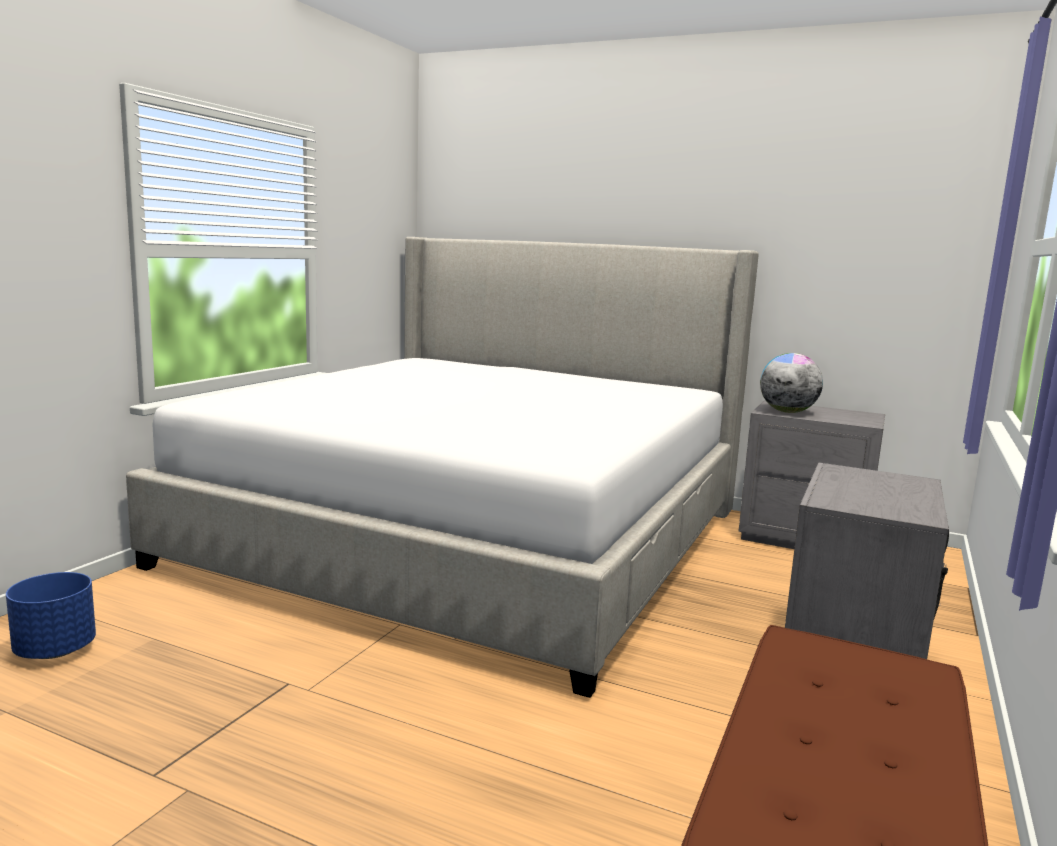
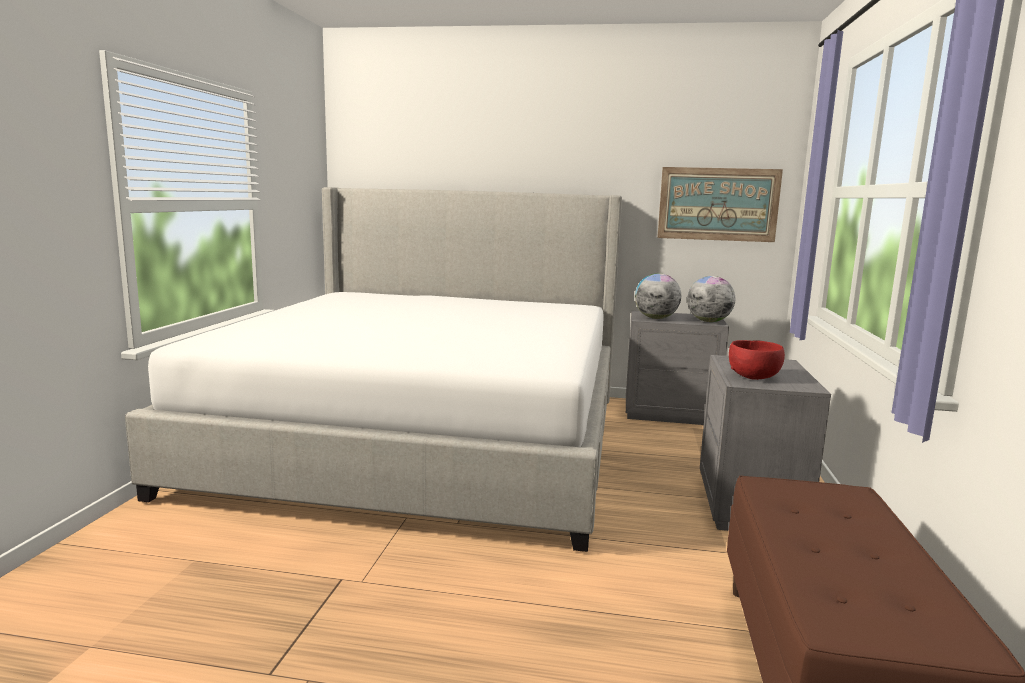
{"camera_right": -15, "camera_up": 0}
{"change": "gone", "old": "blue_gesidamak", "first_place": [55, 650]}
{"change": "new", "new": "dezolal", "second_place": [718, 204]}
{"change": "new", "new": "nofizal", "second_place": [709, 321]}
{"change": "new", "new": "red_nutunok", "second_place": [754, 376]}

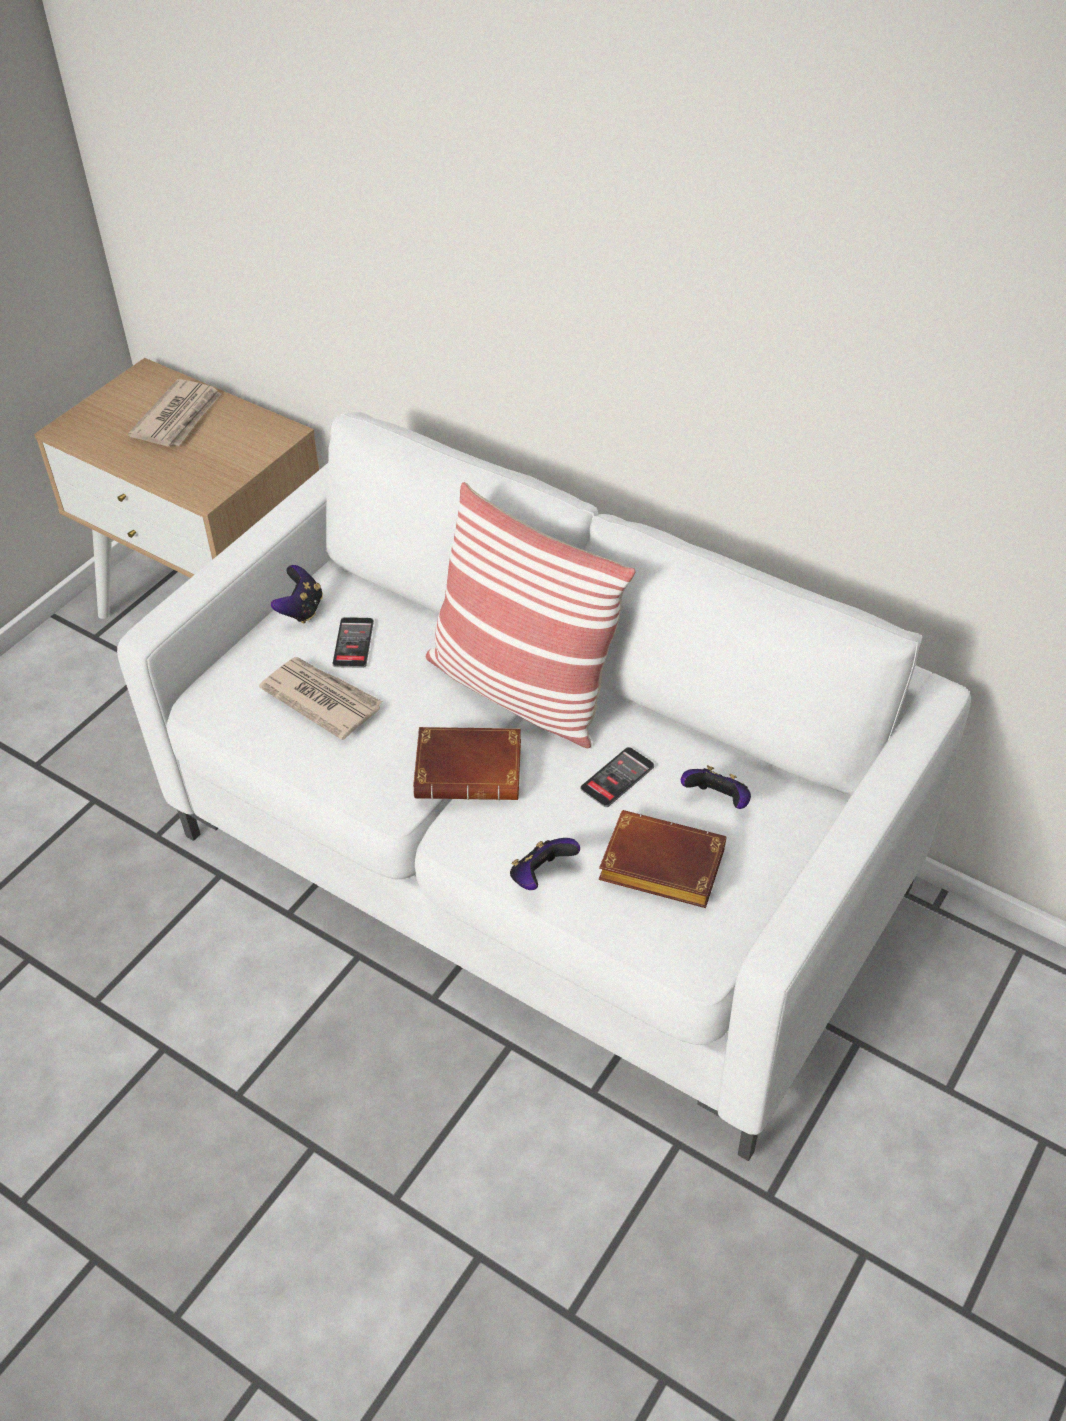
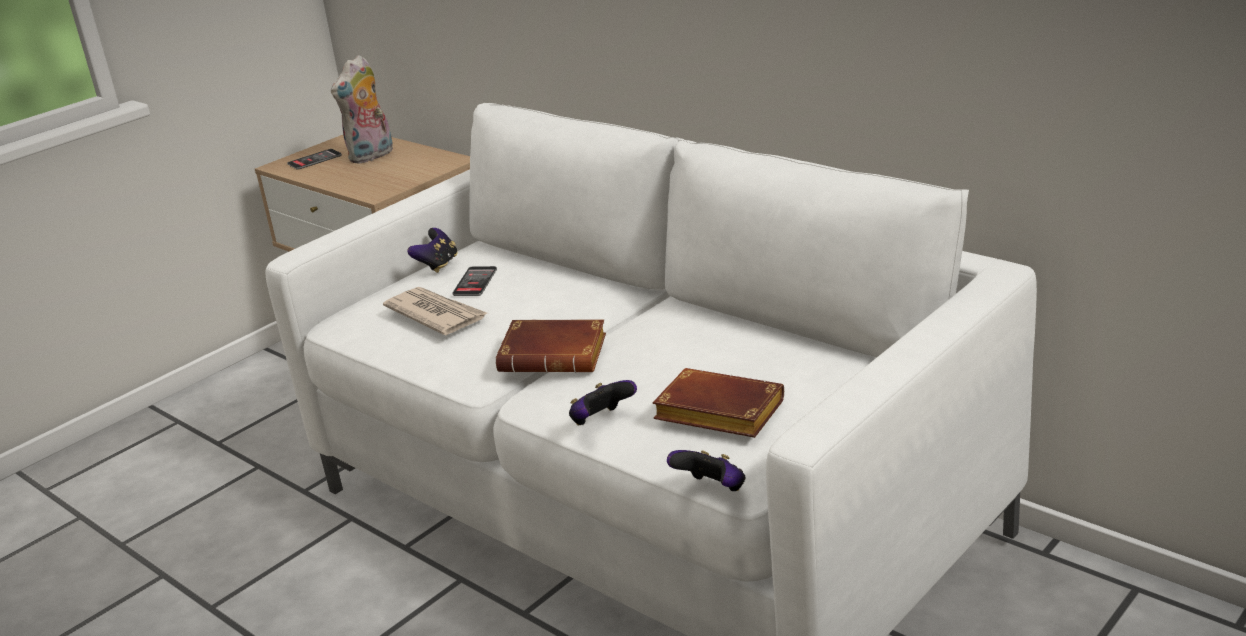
{"camera_right": 10, "camera_up": -20}
{"change": "swapped", "old": "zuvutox", "new": "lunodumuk", "first_place": [179, 417], "second_place": [372, 156]}
{"change": "gone", "old": "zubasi", "first_place": [520, 689]}
{"change": "shifted", "old": "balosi", "first_place": [617, 778], "second_place": [314, 160]}
{"change": "shifted", "old": "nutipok", "first_place": [717, 801], "second_place": [712, 490]}

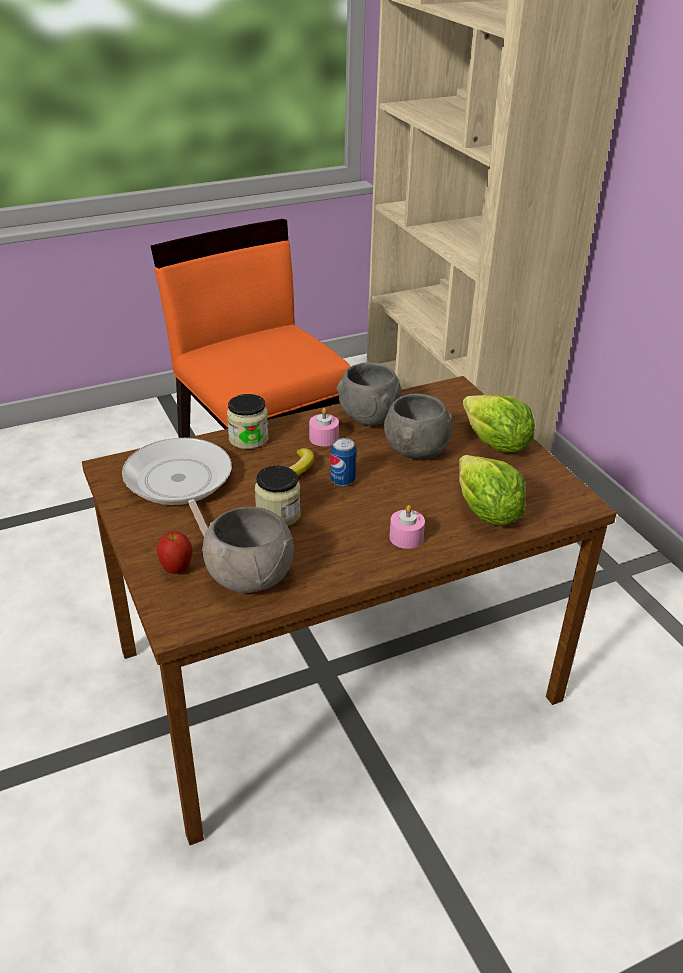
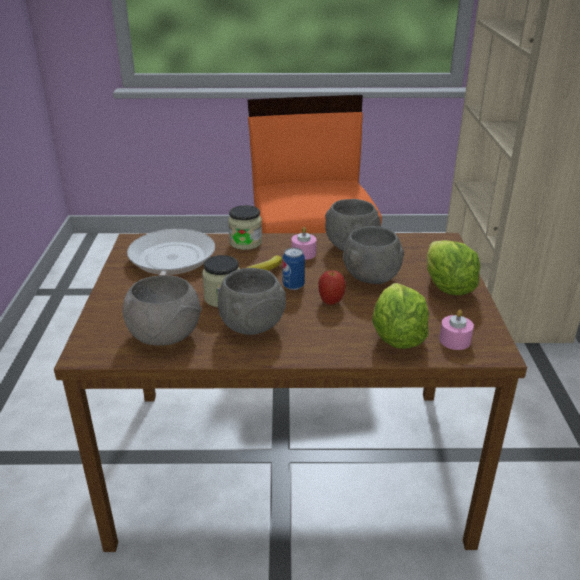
{"camera_right": 25, "camera_up": -5}
{"change": "shifted", "old": "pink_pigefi", "first_place": [406, 537], "second_place": [454, 340]}
{"change": "shifted", "old": "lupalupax", "first_place": [176, 569], "second_place": [331, 302]}
{"change": "new", "new": "grey_nutunok", "second_place": [251, 326]}

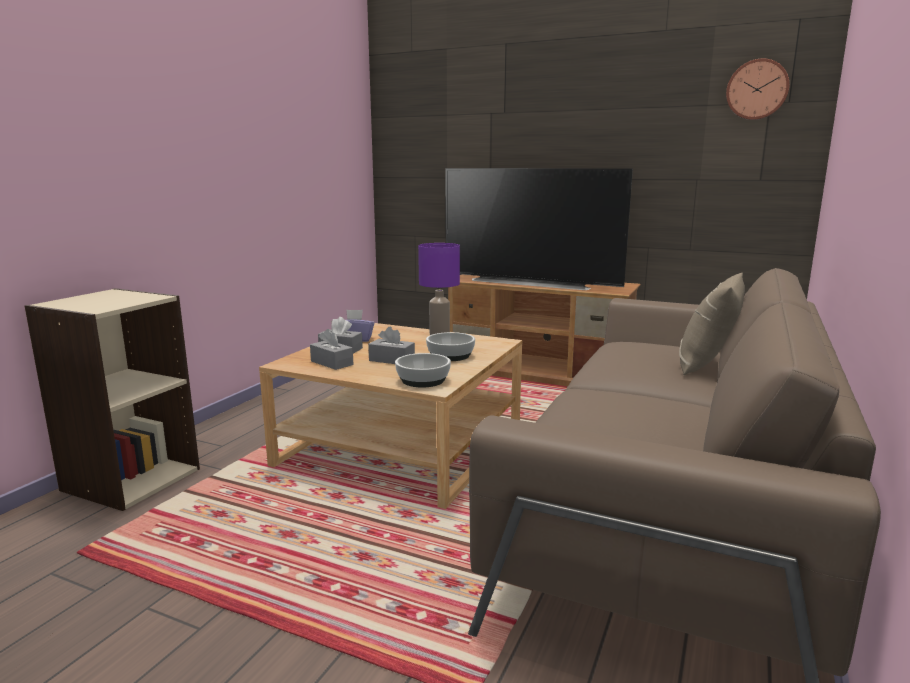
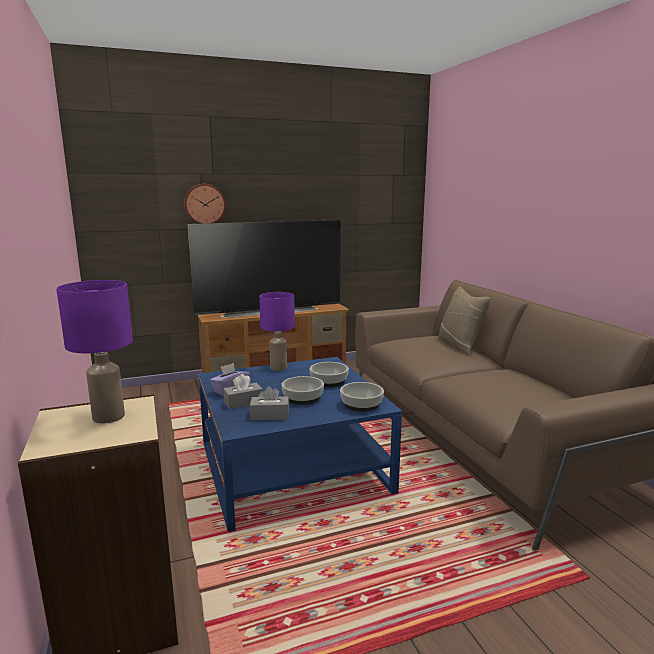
{"camera_right": -45, "camera_up": 0}
{"change": "shifted", "old": "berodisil", "first_place": [757, 90], "second_place": [204, 204]}
{"change": "repainted", "old": "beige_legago", "new": "blue_legago", "first_place": [402, 446], "second_place": [292, 467]}
{"change": "swapped", "old": "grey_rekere", "new": "nutunok", "first_place": [392, 360], "second_place": [303, 398]}
{"change": "new", "new": "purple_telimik", "second_place": [109, 416]}

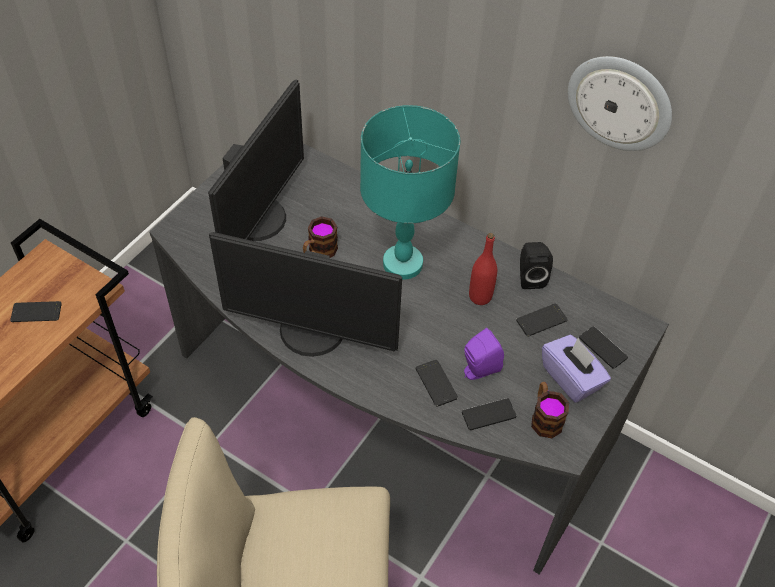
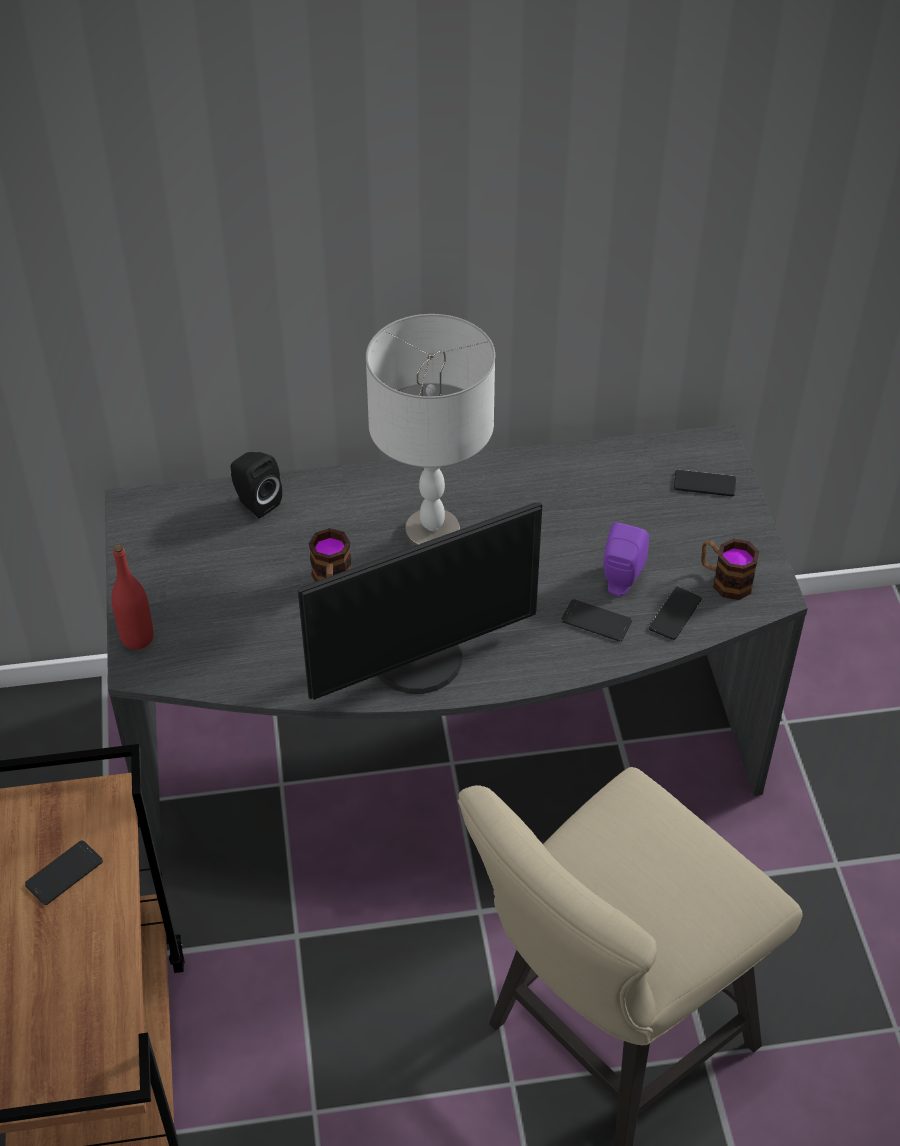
{"camera_right": -40, "camera_up": -5}
{"change": "gone", "old": "berodisil", "first_place": [620, 102]}
{"change": "gone", "old": "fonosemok", "first_place": [259, 219]}
{"change": "repainted", "old": "turquoise_telimik", "new": "grey_telimik", "first_place": [402, 264], "second_place": [432, 535]}
{"change": "shifted", "old": "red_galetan", "first_place": [480, 296], "second_place": [137, 638]}
{"change": "shifted", "old": "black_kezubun", "first_place": [530, 277], "second_place": [255, 502]}
{"change": "gone", "old": "balosi", "first_place": [541, 320]}
{"change": "gone", "old": "purple_rekere", "first_place": [571, 378]}

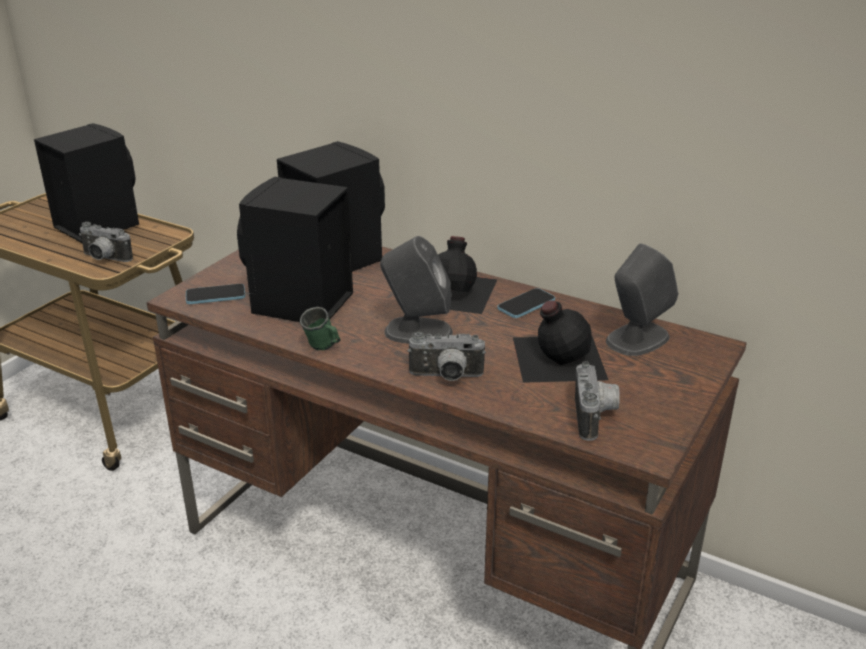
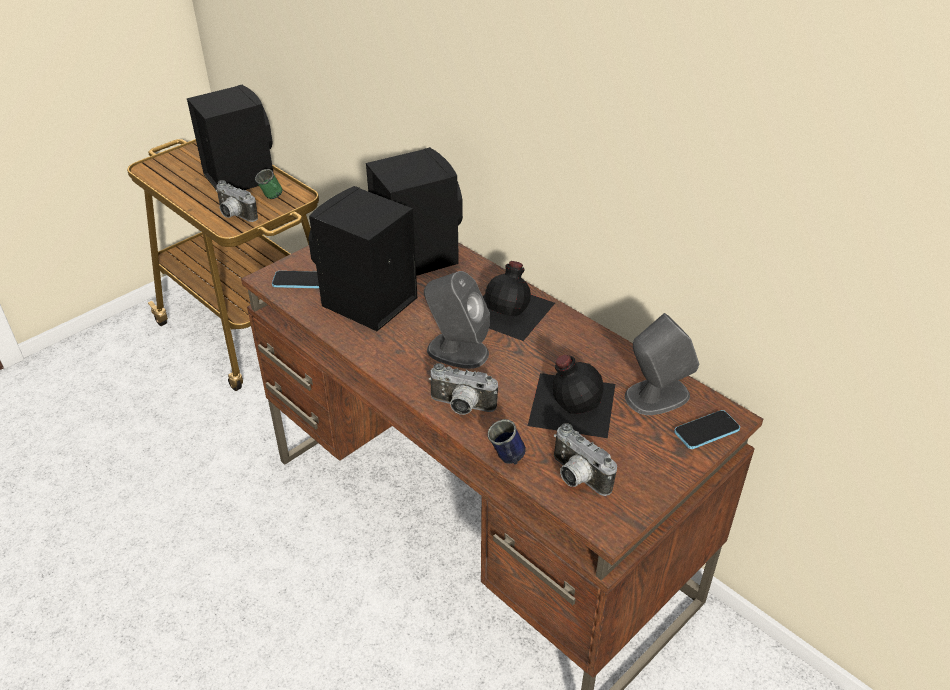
{"camera_right": 15, "camera_up": 10}
{"change": "shifted", "old": "balosi", "first_place": [526, 305], "second_place": [706, 431]}
{"change": "shifted", "old": "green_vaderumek", "first_place": [323, 348], "second_place": [272, 197]}
{"change": "rotated", "old": "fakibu", "first_place": [595, 417], "second_place": [576, 477], "degrees": 120}
{"change": "new", "new": "blue_vaderumek", "second_place": [507, 460]}

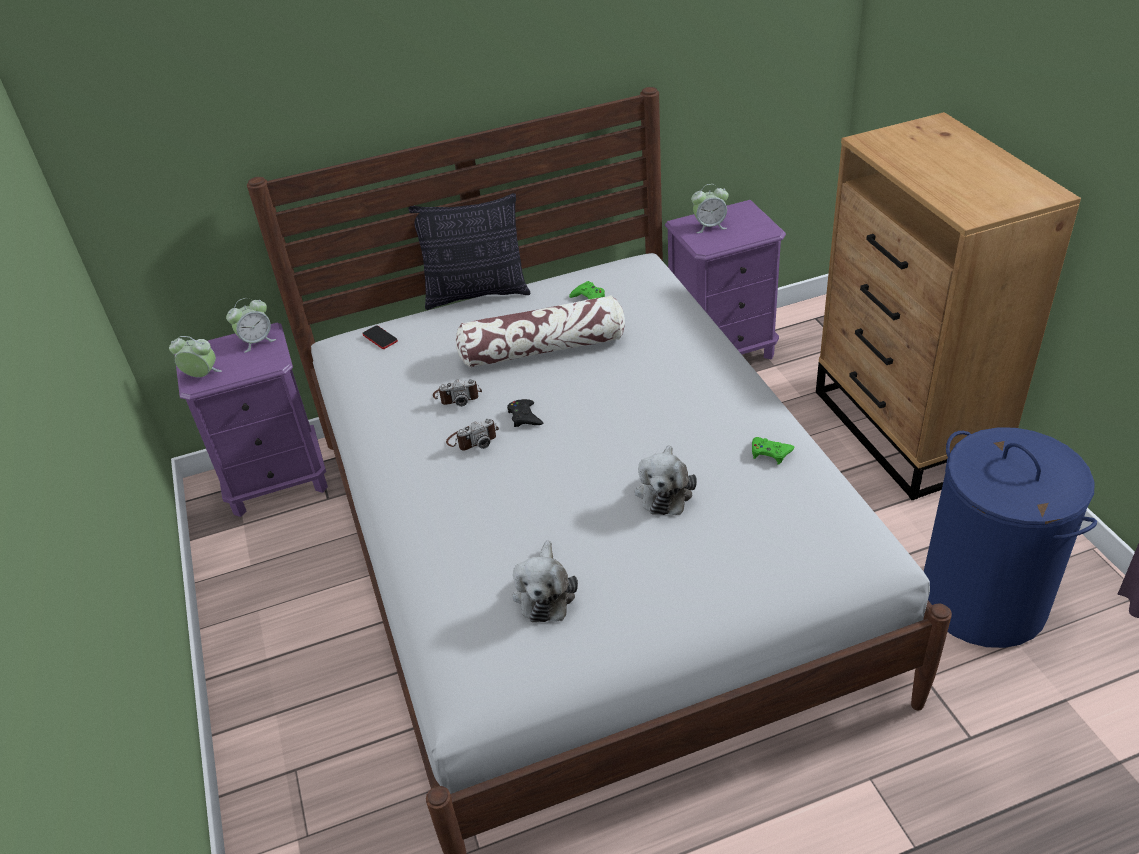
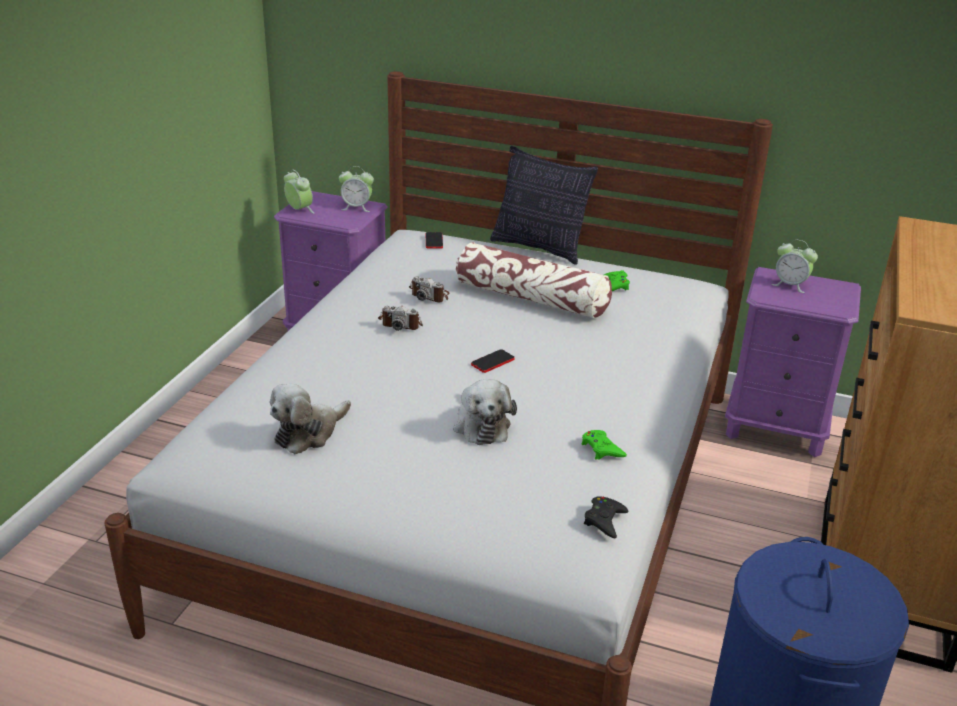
{"camera_right": 35, "camera_up": -10}
{"change": "shifted", "old": "black_nutipok", "first_place": [524, 417], "second_place": [604, 520]}
{"change": "rotated", "old": "lunodumuk", "first_place": [664, 491], "second_place": [481, 425], "degrees": -60}
{"change": "new", "new": "balosi", "second_place": [492, 362]}

